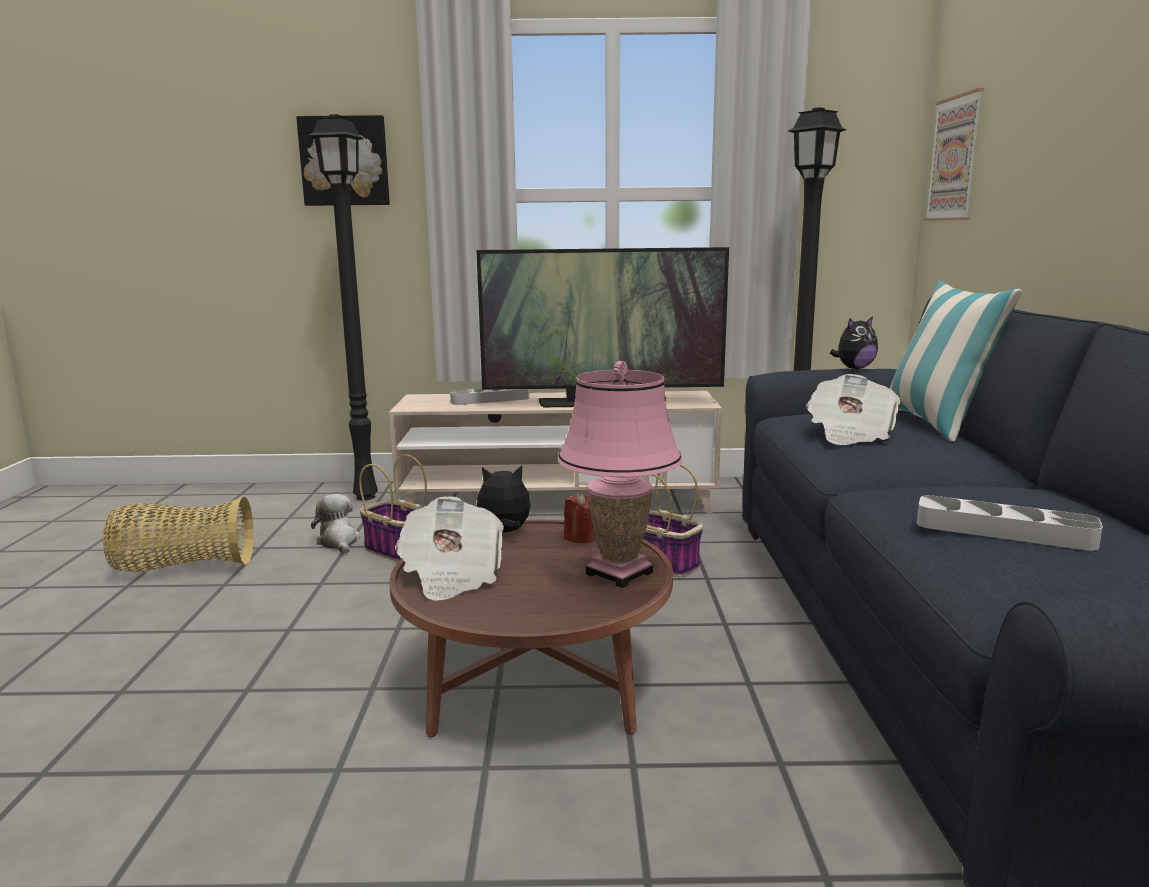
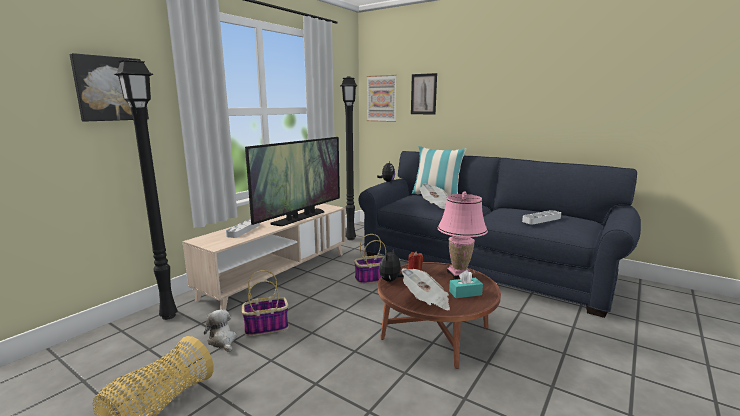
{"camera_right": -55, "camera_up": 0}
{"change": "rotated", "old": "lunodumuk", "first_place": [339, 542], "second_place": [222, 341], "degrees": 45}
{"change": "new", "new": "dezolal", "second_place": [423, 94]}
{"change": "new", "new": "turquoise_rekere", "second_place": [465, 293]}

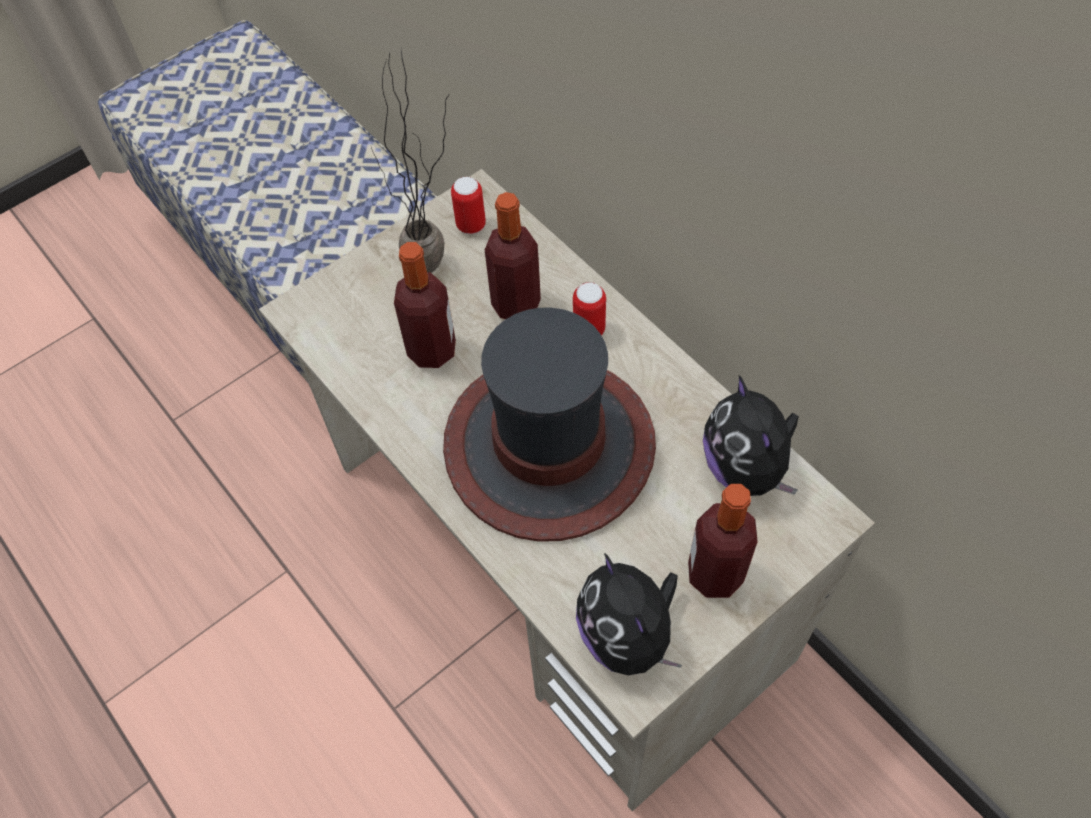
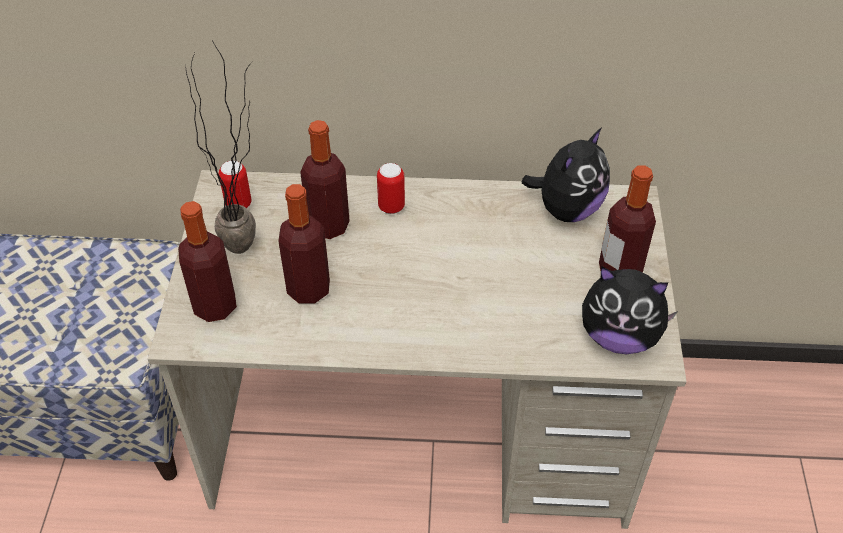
{"camera_right": -50, "camera_up": -10}
{"change": "gone", "old": "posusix", "first_place": [549, 447]}
{"change": "rotated", "old": "lunodumuk", "first_place": [746, 468], "second_place": [567, 209], "degrees": -75}
{"change": "new", "new": "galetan", "second_place": [215, 306]}

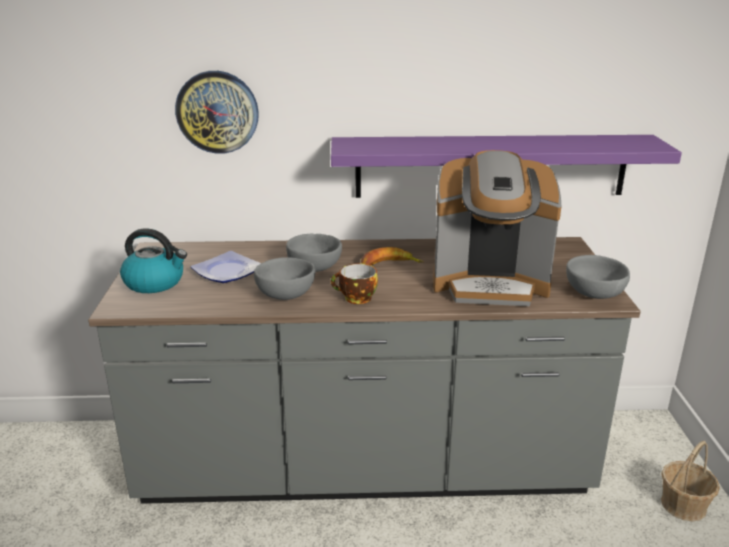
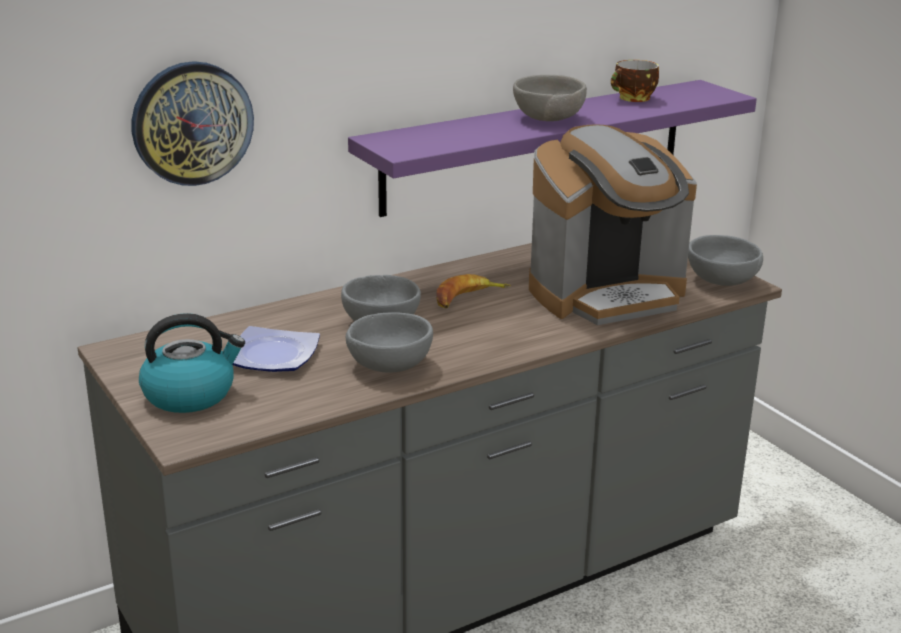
{"camera_right": -30, "camera_up": 0}
{"change": "shifted", "old": "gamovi", "first_place": [356, 298], "second_place": [633, 99]}
{"change": "gone", "old": "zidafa", "first_place": [684, 505]}
{"change": "new", "new": "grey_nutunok", "second_place": [549, 118]}

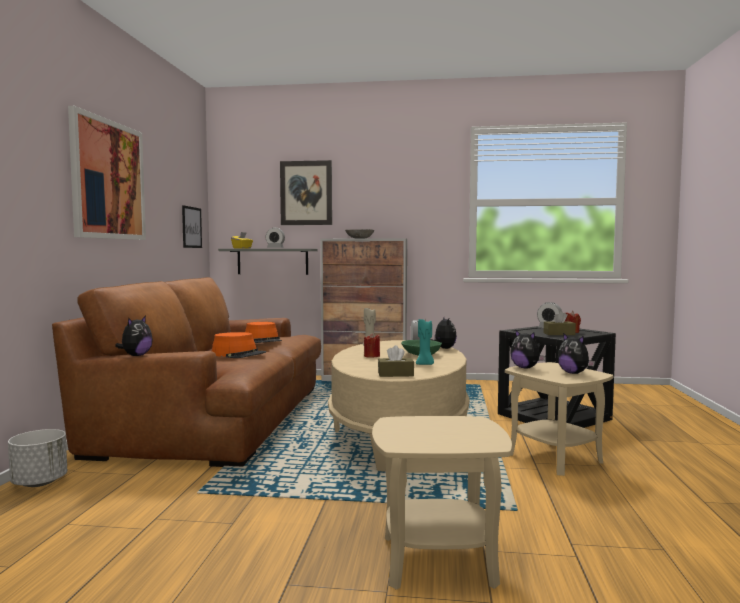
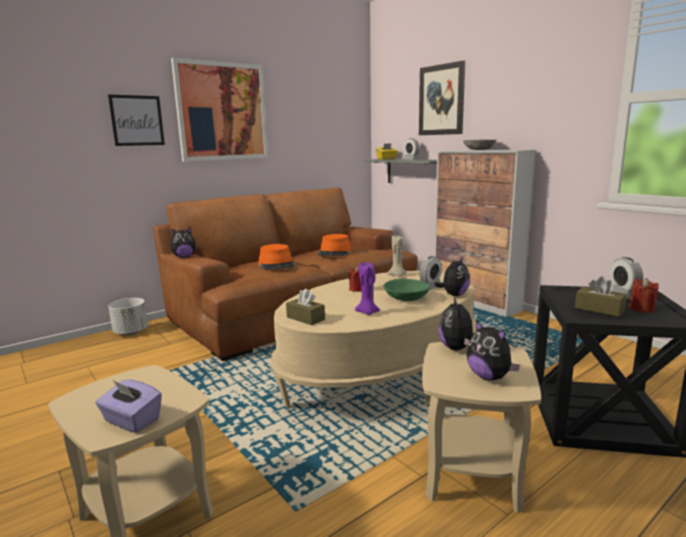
{"camera_right": 45, "camera_up": 10}
{"change": "shifted", "old": "dezolal", "first_place": [191, 227], "second_place": [137, 120]}
{"change": "repainted", "old": "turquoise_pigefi", "new": "purple_pigefi", "first_place": [425, 364], "second_place": [367, 313]}
{"change": "rotated", "old": "lunodumuk", "first_place": [574, 373], "second_place": [489, 377], "degrees": -45}
{"change": "new", "new": "purple_rekere", "second_place": [131, 421]}

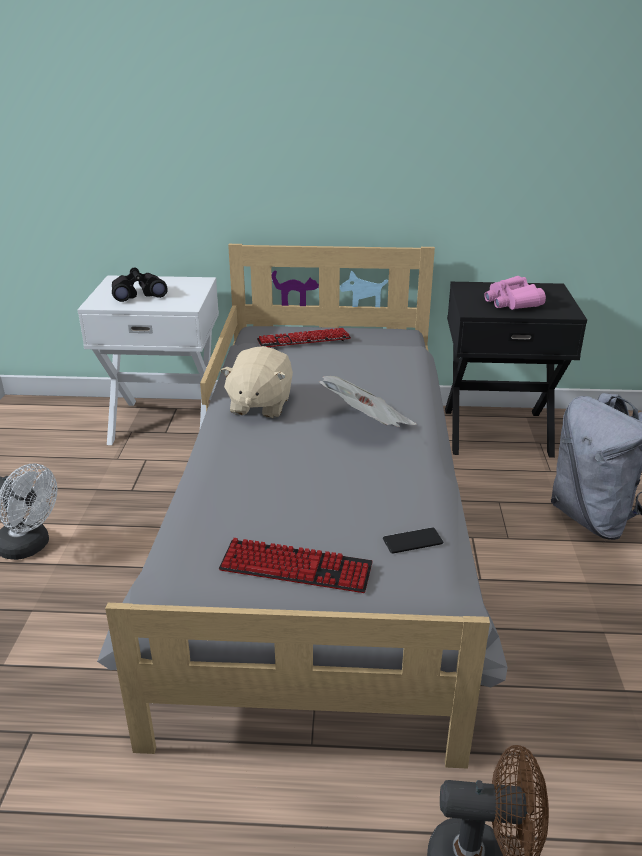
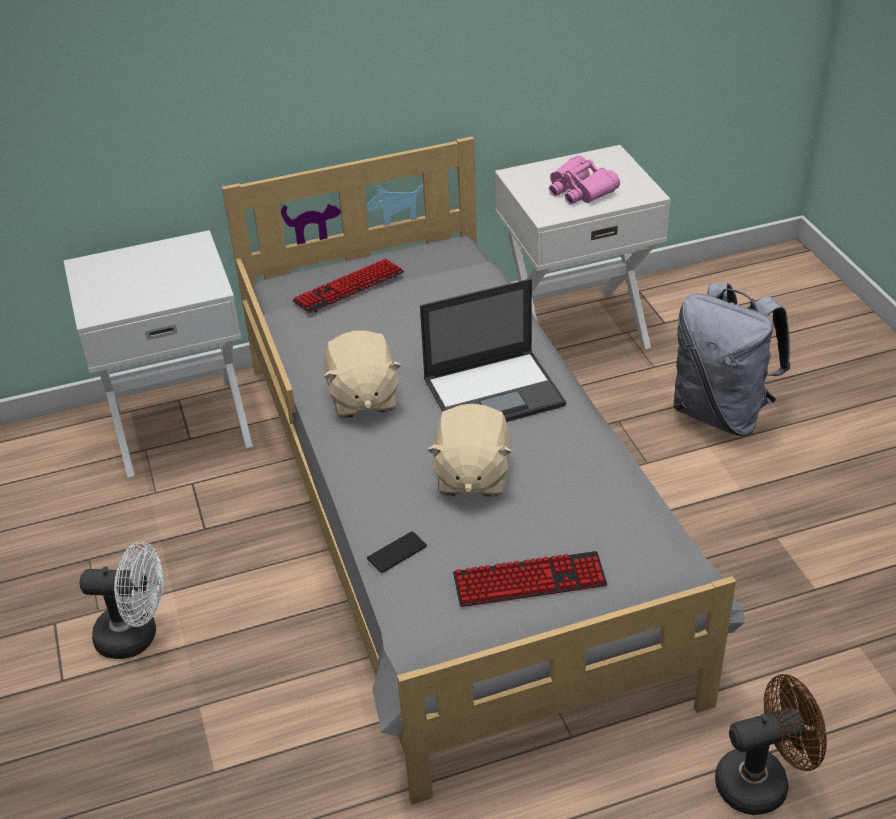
{"camera_right": -20, "camera_up": 10}
{"change": "gone", "old": "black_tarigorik", "first_place": [138, 294]}
{"change": "repainted", "old": "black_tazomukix", "new": "white_tazomukix", "first_place": [496, 431], "second_place": [575, 329]}
{"change": "swapped", "old": "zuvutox", "new": "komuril", "first_place": [367, 424], "second_place": [495, 391]}
{"change": "shifted", "old": "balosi", "first_place": [412, 541], "second_place": [397, 552]}
{"change": "new", "new": "beige_lunodumuk", "second_place": [471, 475]}

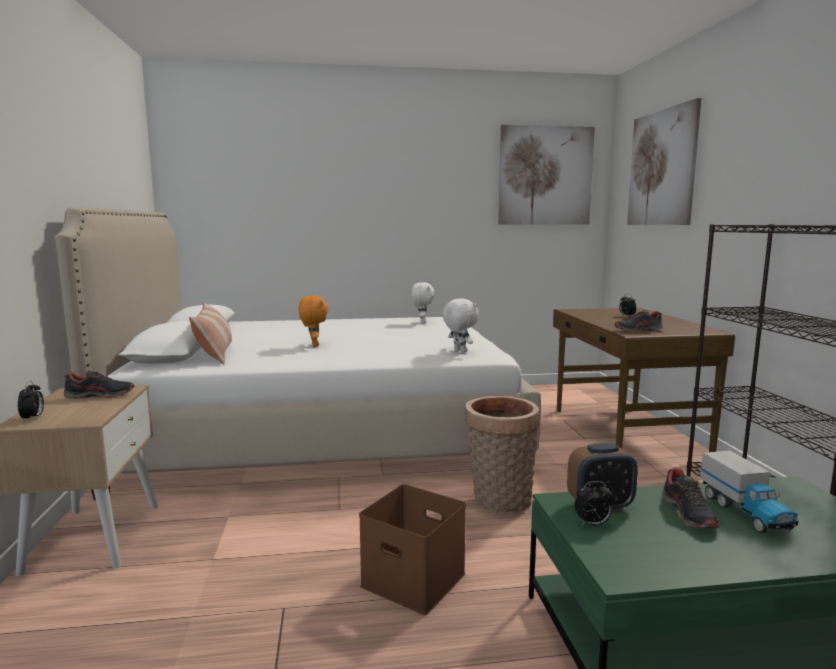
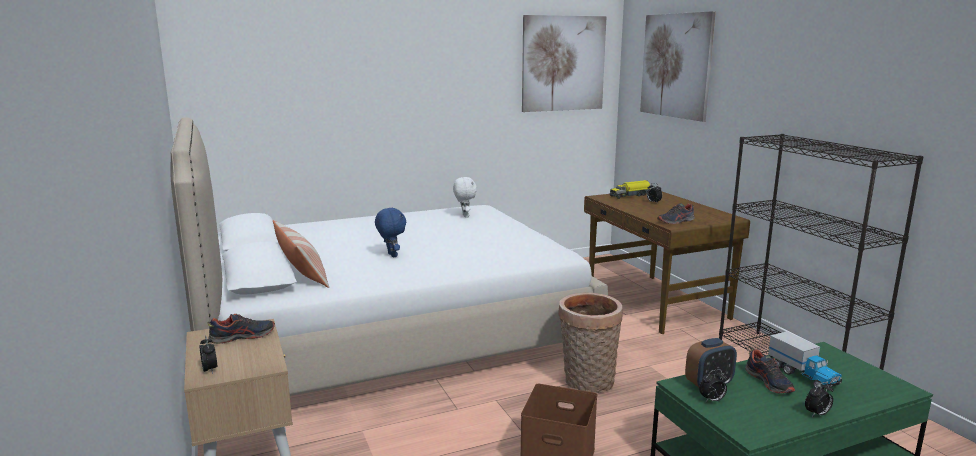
{"camera_right": -15, "camera_up": 5}
{"change": "repainted", "old": "orange_lunodumuk", "new": "blue_lunodumuk", "first_place": [314, 345], "second_place": [391, 255]}
{"change": "gone", "old": "white_lunodumuk", "first_place": [459, 351]}
{"change": "new", "new": "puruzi", "second_place": [630, 195]}
{"change": "new", "new": "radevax", "second_place": [817, 414]}

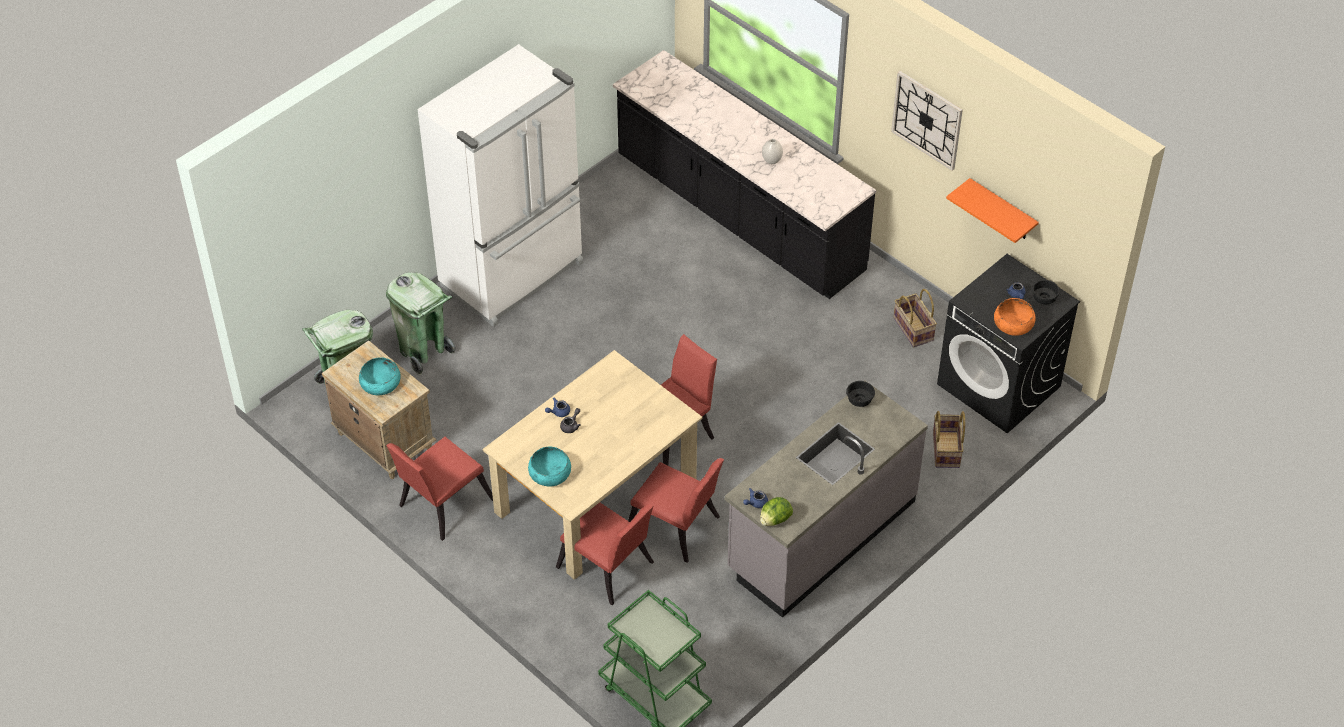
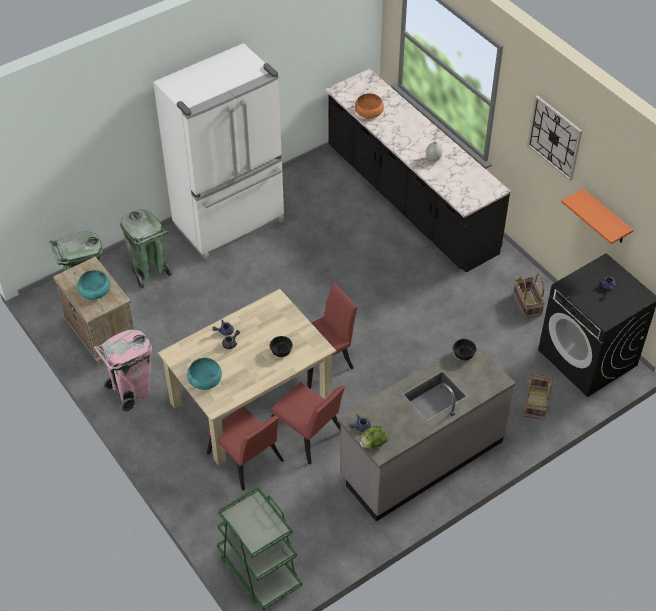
{"camera_right": 10, "camera_up": 0}
{"change": "shifted", "old": "black_nutunok", "first_place": [1044, 298], "second_place": [281, 351]}
{"change": "shifted", "old": "orange_nutunok", "first_place": [1013, 324], "second_place": [368, 112]}
{"change": "swapped", "old": "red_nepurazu", "new": "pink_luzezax", "first_place": [441, 505], "second_place": [131, 391]}

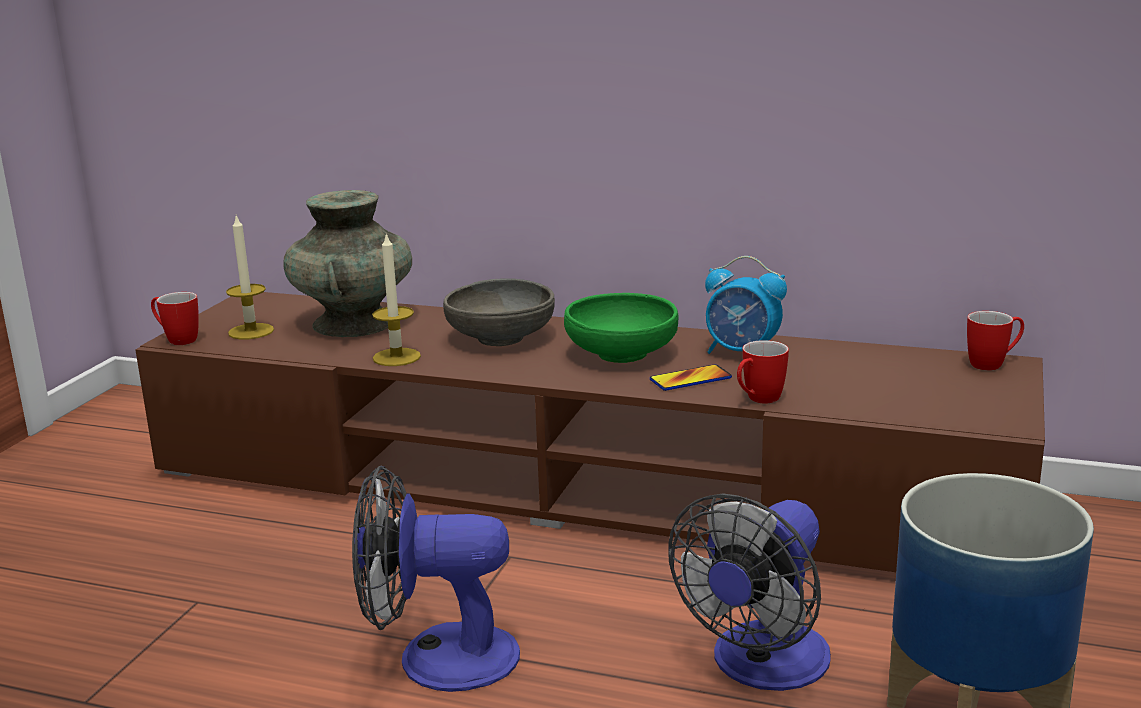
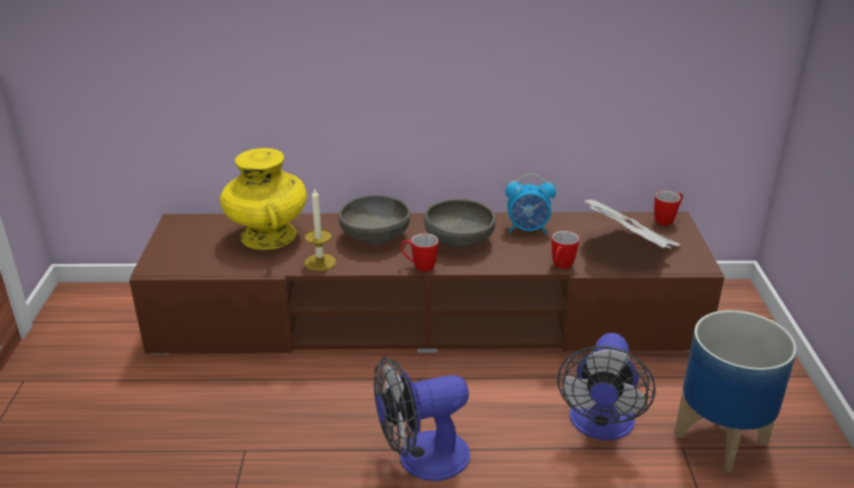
{"camera_right": -20, "camera_up": 10}
{"change": "repainted", "old": "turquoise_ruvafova", "new": "yellow_ruvafova", "first_place": [354, 323], "second_place": [268, 235]}
{"change": "gone", "old": "pigefi", "first_place": [251, 331]}
{"change": "shifted", "old": "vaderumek", "first_place": [177, 340], "second_place": [419, 266]}
{"change": "repainted", "old": "green_nutunok", "new": "grey_nutunok", "first_place": [621, 354], "second_place": [459, 240]}
{"change": "gone", "old": "balosi", "first_place": [690, 379]}
{"change": "new", "new": "zuvutox", "second_place": [630, 248]}

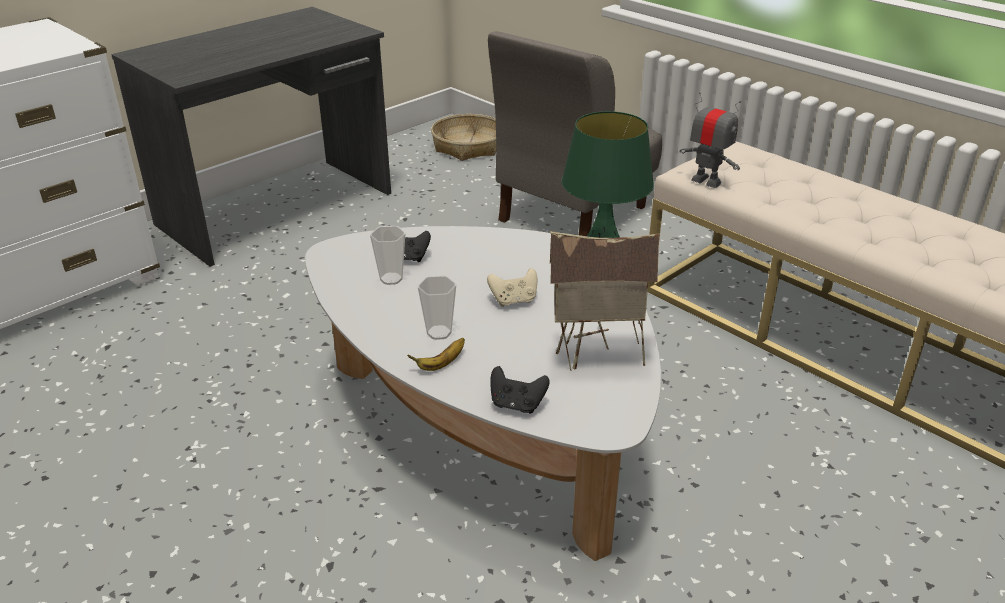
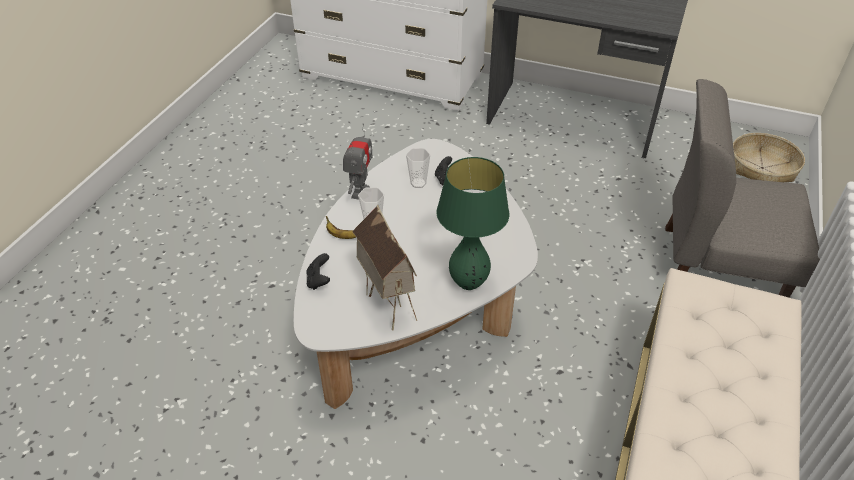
{"camera_right": 65, "camera_up": 10}
{"change": "shifted", "old": "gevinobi", "first_place": [706, 181], "second_place": [360, 192]}
{"change": "gone", "old": "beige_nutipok", "first_place": [514, 300]}

